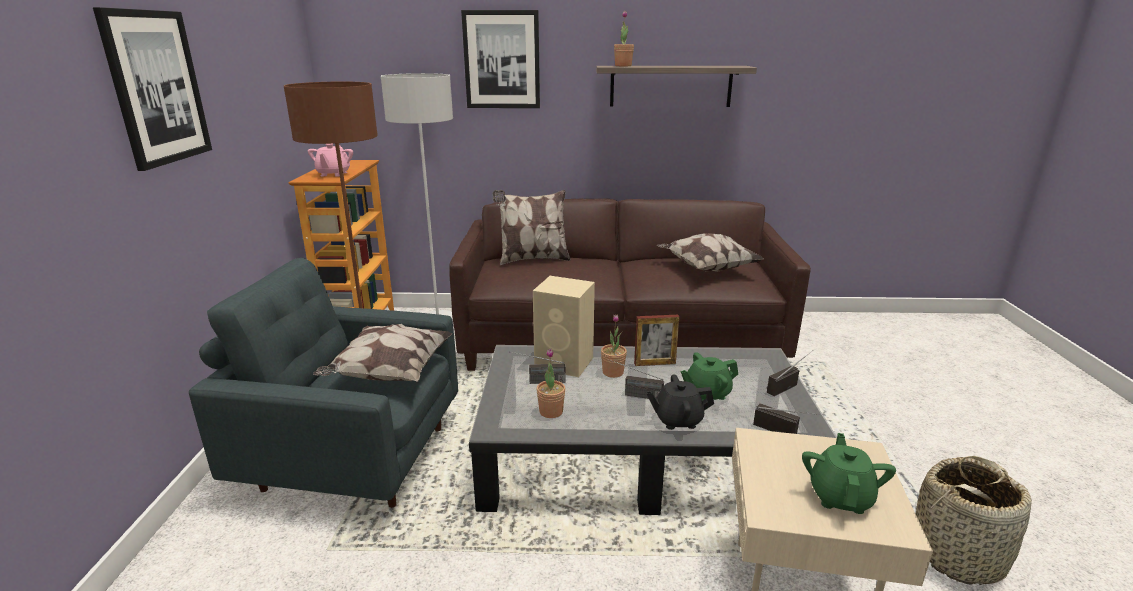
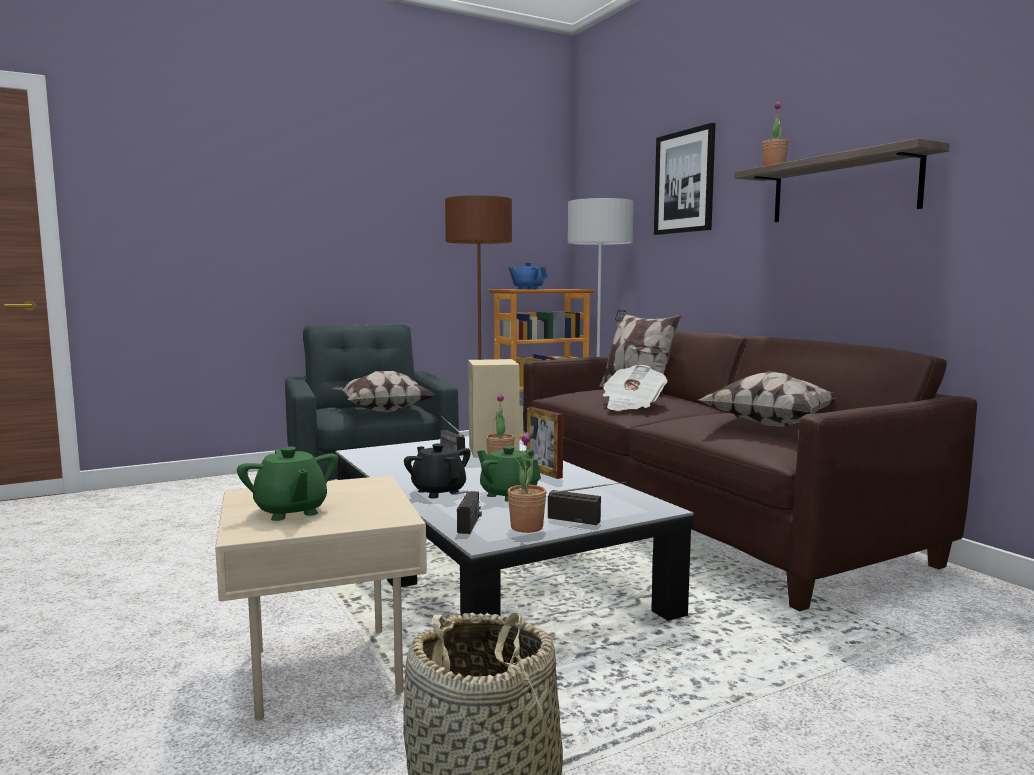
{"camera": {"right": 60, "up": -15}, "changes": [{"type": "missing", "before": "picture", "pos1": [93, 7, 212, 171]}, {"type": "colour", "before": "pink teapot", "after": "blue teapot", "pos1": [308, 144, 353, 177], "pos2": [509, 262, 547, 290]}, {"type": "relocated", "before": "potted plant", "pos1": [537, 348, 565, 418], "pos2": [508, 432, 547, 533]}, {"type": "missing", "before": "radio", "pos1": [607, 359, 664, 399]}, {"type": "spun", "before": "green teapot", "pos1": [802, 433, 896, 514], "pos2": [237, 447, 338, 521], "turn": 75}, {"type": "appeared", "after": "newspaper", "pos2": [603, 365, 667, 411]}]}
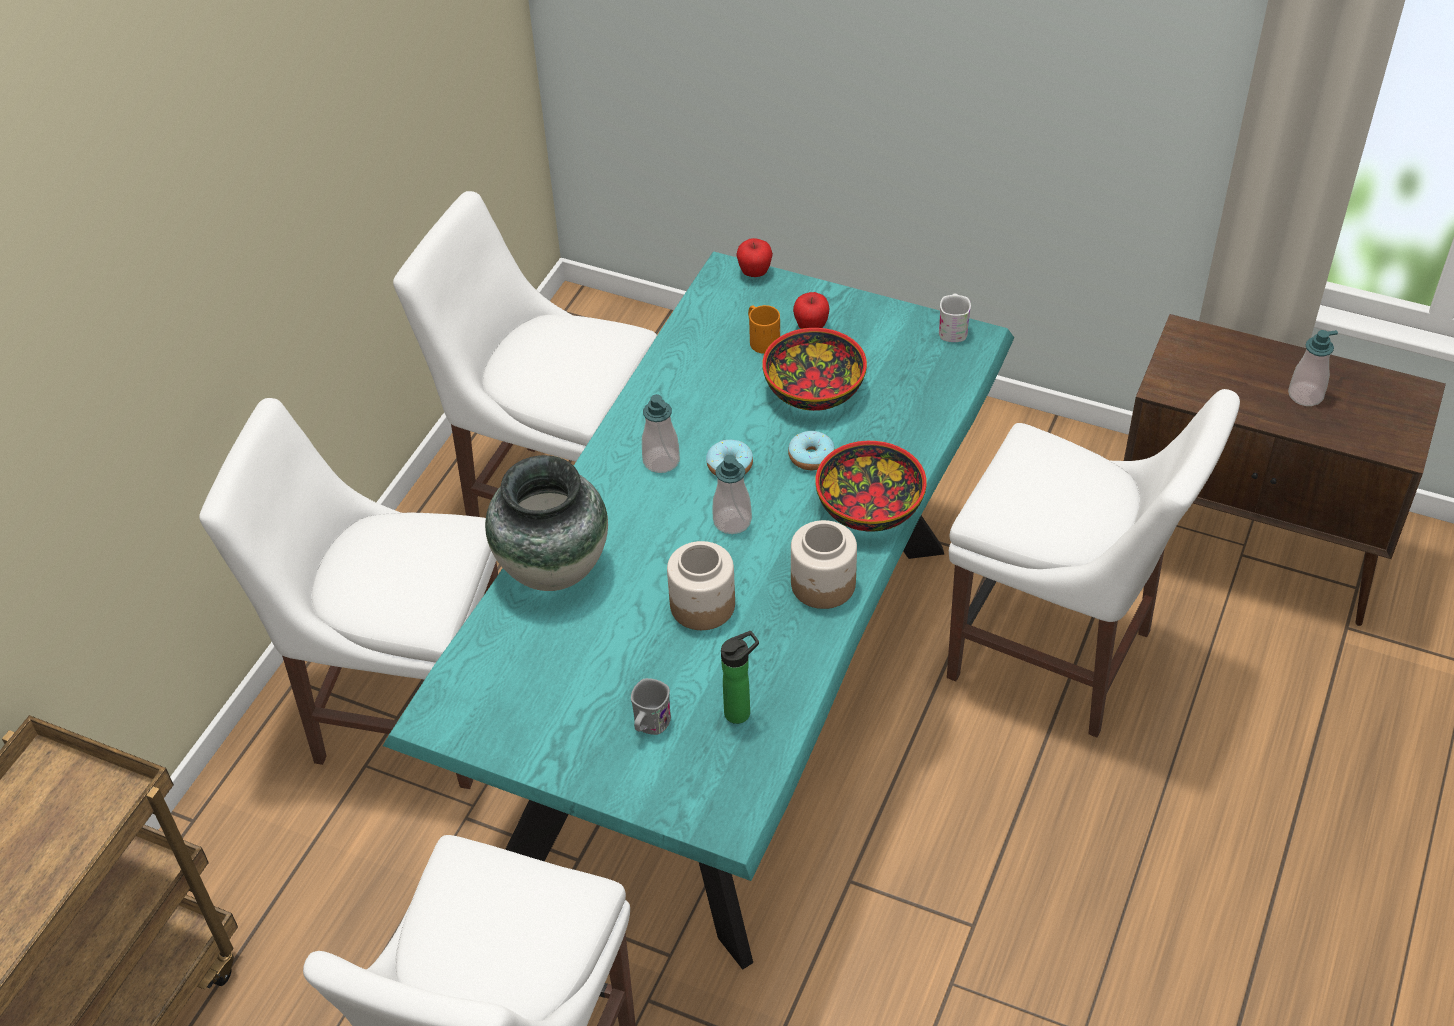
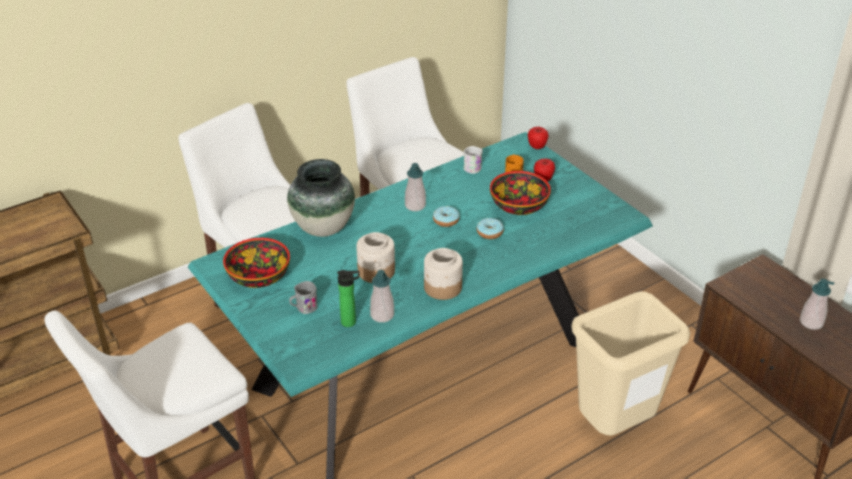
{"camera": {"right": 30, "up": -10}, "changes": [{"type": "relocated", "before": "soap dispenser", "pos1": [712, 455, 752, 534], "pos2": [370, 270, 394, 323]}, {"type": "relocated", "before": "bowl", "pos1": [815, 441, 927, 532], "pos2": [223, 238, 290, 288]}, {"type": "relocated", "before": "white mug", "pos1": [939, 294, 971, 342], "pos2": [464, 146, 483, 174]}, {"type": "exchanged", "before": "white chair", "after": "beige trash can", "pos1": [947, 389, 1240, 737], "pos2": [571, 292, 690, 436]}]}
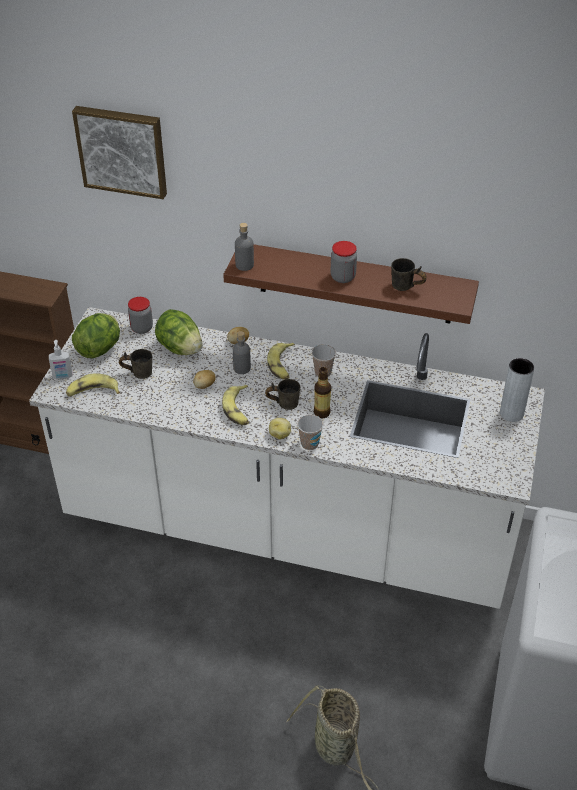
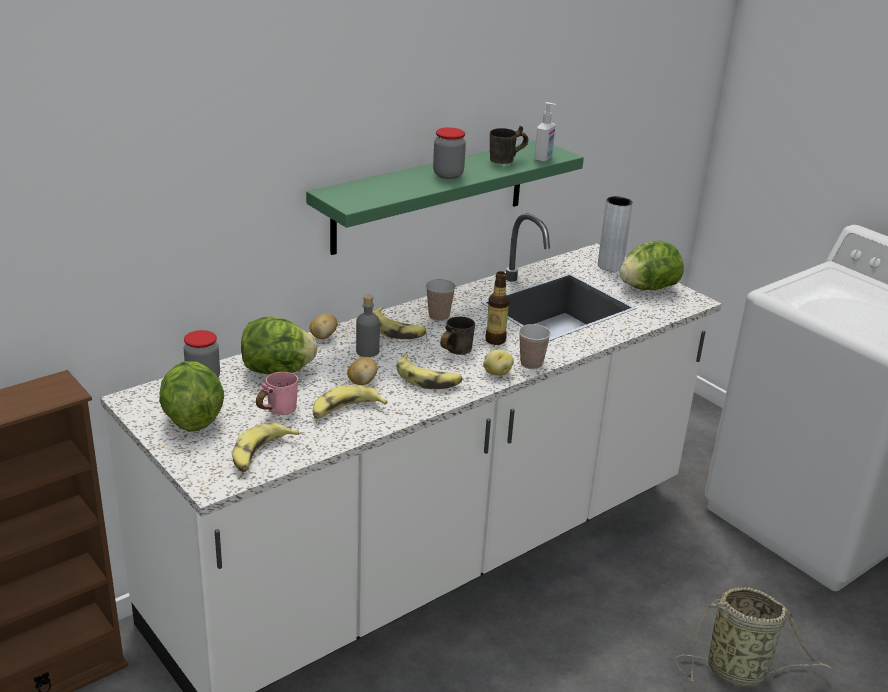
{"camera": {"right": -55, "up": -15}, "changes": [{"type": "relocated", "before": "soap dispenser", "pos1": [49, 340, 73, 379], "pos2": [534, 102, 556, 162]}, {"type": "missing", "before": "picture", "pos1": [72, 106, 167, 199]}, {"type": "colour", "before": "grey mug", "after": "pink mug", "pos1": [119, 349, 152, 379], "pos2": [256, 372, 298, 415]}, {"type": "colour", "before": "brown shelf", "after": "green shelf", "pos1": [223, 244, 479, 324], "pos2": [306, 140, 584, 255]}, {"type": "missing", "before": "grey bottle", "pos1": [235, 223, 254, 271]}, {"type": "appeared", "after": "banana", "pos2": [313, 385, 388, 419]}, {"type": "appeared", "after": "lettuce", "pos2": [620, 241, 684, 290]}]}
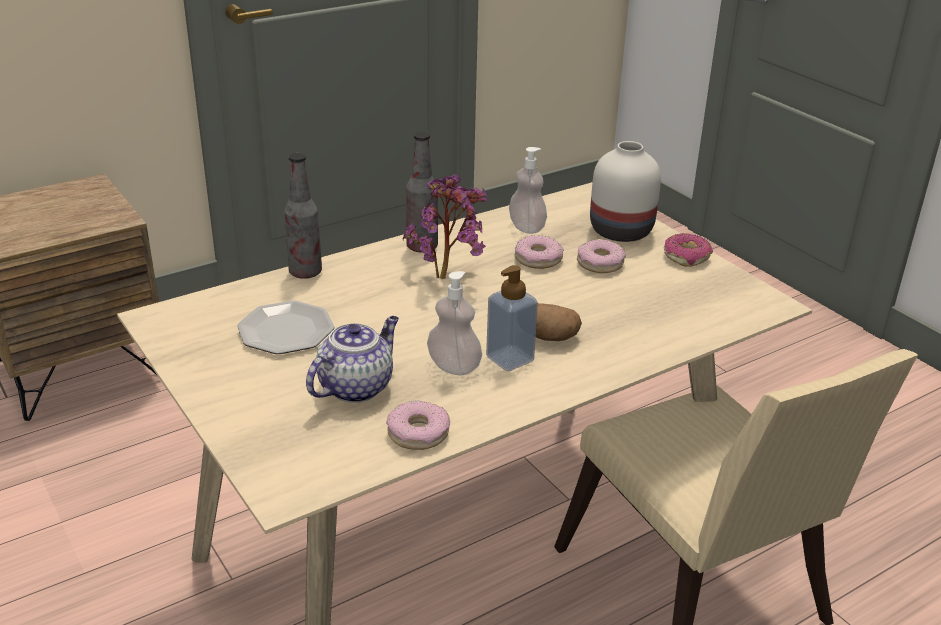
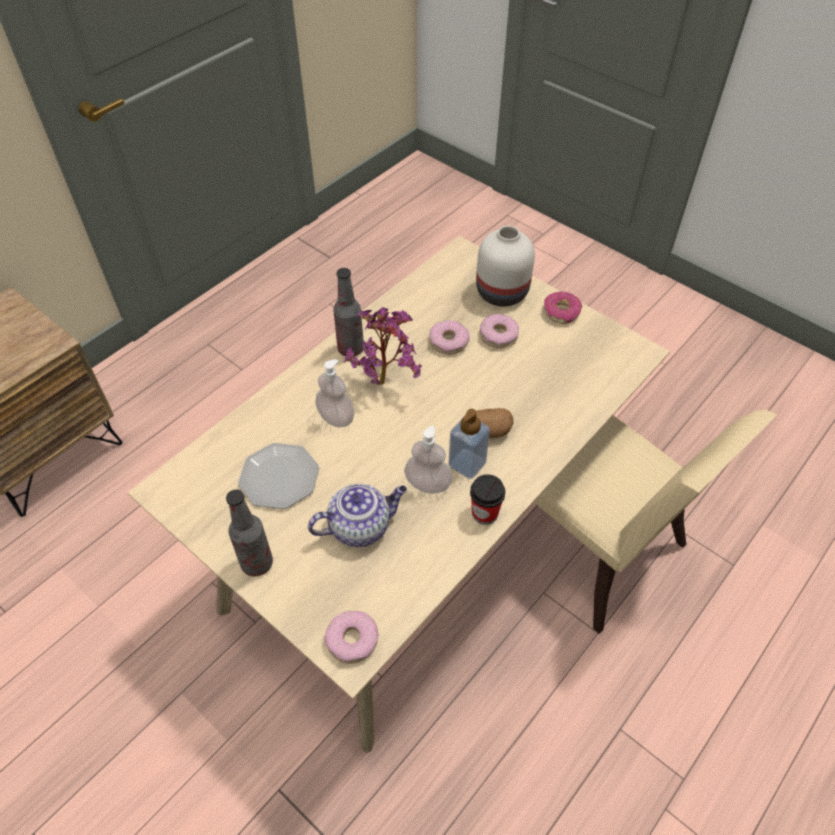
{"camera": {"right": -15, "up": 20}, "changes": [{"type": "relocated", "before": "bottle", "pos1": [284, 153, 322, 279], "pos2": [226, 489, 273, 576]}, {"type": "spun", "before": "teapot", "pos1": [306, 316, 399, 403], "pos2": [308, 484, 407, 547], "turn": 45}, {"type": "relocated", "before": "donut", "pos1": [386, 401, 450, 450], "pos2": [325, 611, 378, 664]}, {"type": "relocated", "before": "soap dispenser", "pos1": [509, 147, 547, 234], "pos2": [316, 359, 354, 427]}, {"type": "appeared", "after": "cup", "pos2": [470, 474, 505, 525]}]}
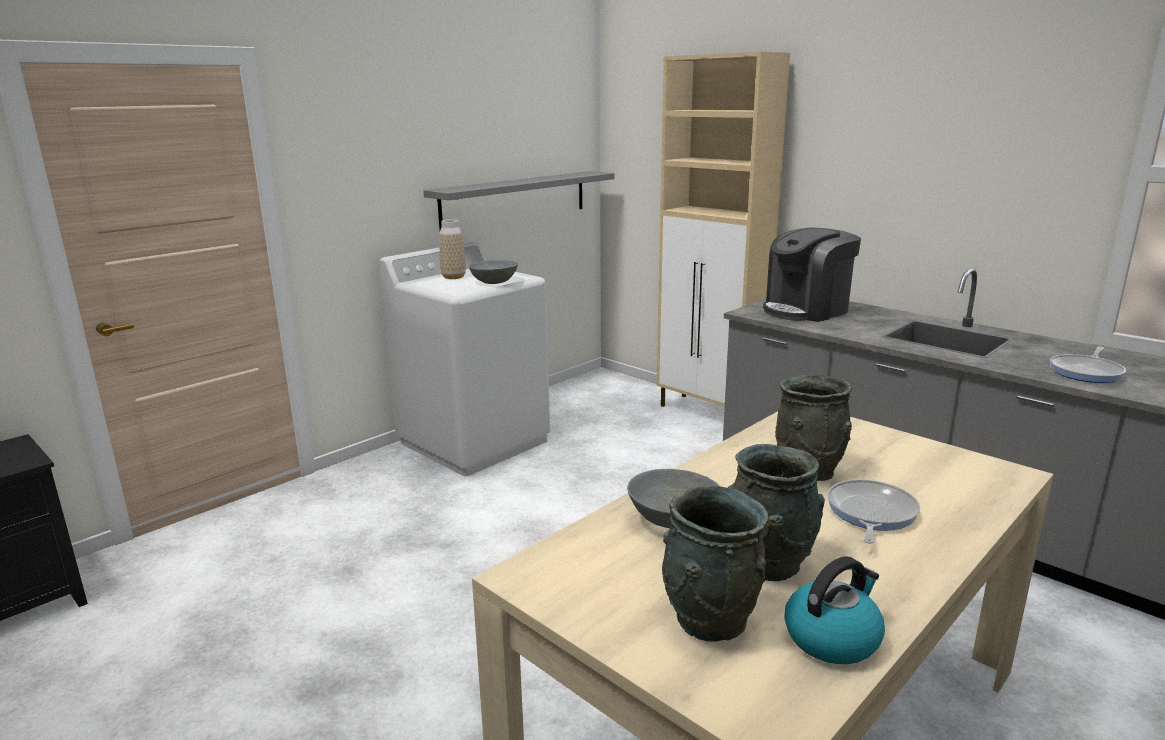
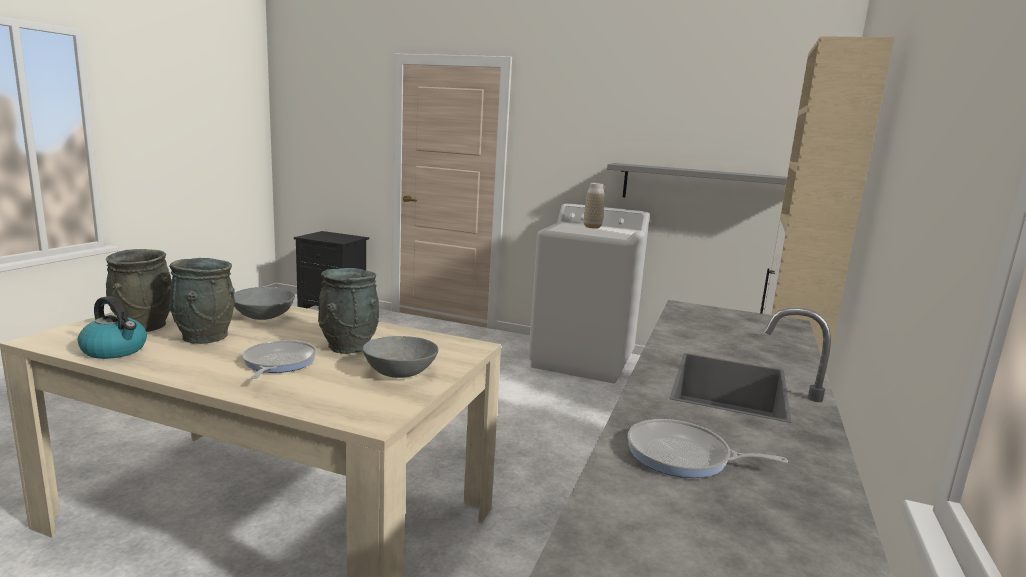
{"camera": {"right": 65, "up": -5}, "changes": [{"type": "relocated", "before": "grey bowl", "pos1": [469, 260, 518, 284], "pos2": [362, 336, 439, 378]}, {"type": "missing", "before": "coffee machine", "pos1": [763, 228, 861, 322]}, {"type": "spun", "before": "frying pan", "pos1": [828, 479, 920, 544], "pos2": [242, 340, 317, 379], "turn": -90}]}
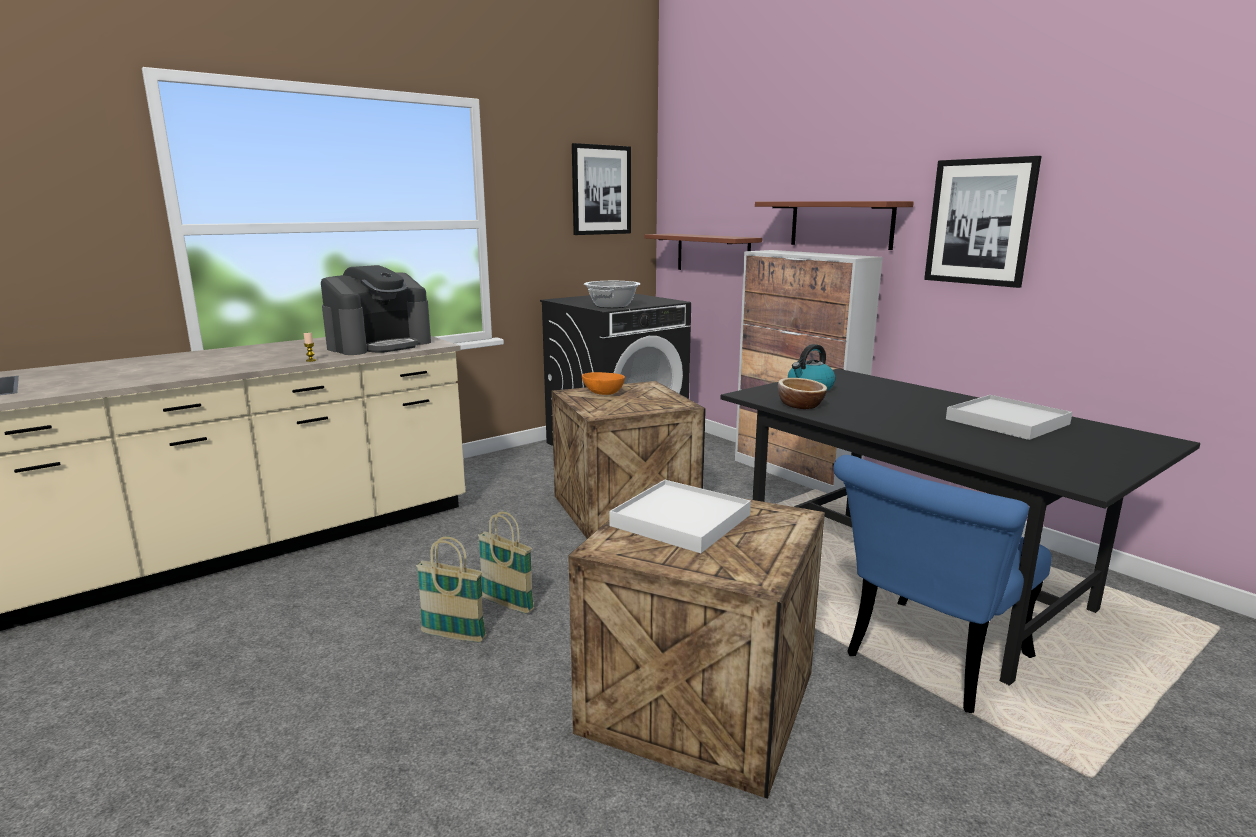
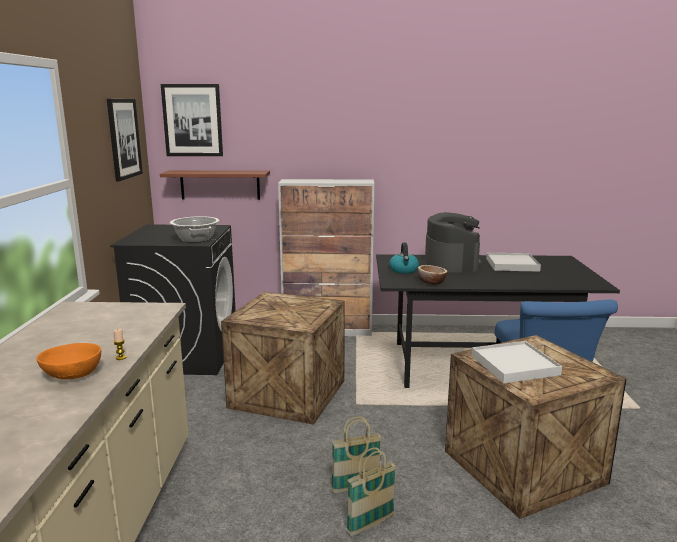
{"camera": {"right": -50, "up": 0}, "changes": [{"type": "relocated", "before": "coffee machine", "pos1": [321, 265, 431, 355], "pos2": [425, 212, 481, 273]}, {"type": "relocated", "before": "orange bowl", "pos1": [582, 372, 625, 395], "pos2": [36, 343, 101, 380]}, {"type": "missing", "before": "shelf", "pos1": [755, 201, 914, 250]}, {"type": "relocated", "before": "picture", "pos1": [924, 156, 1041, 288], "pos2": [161, 84, 223, 156]}]}
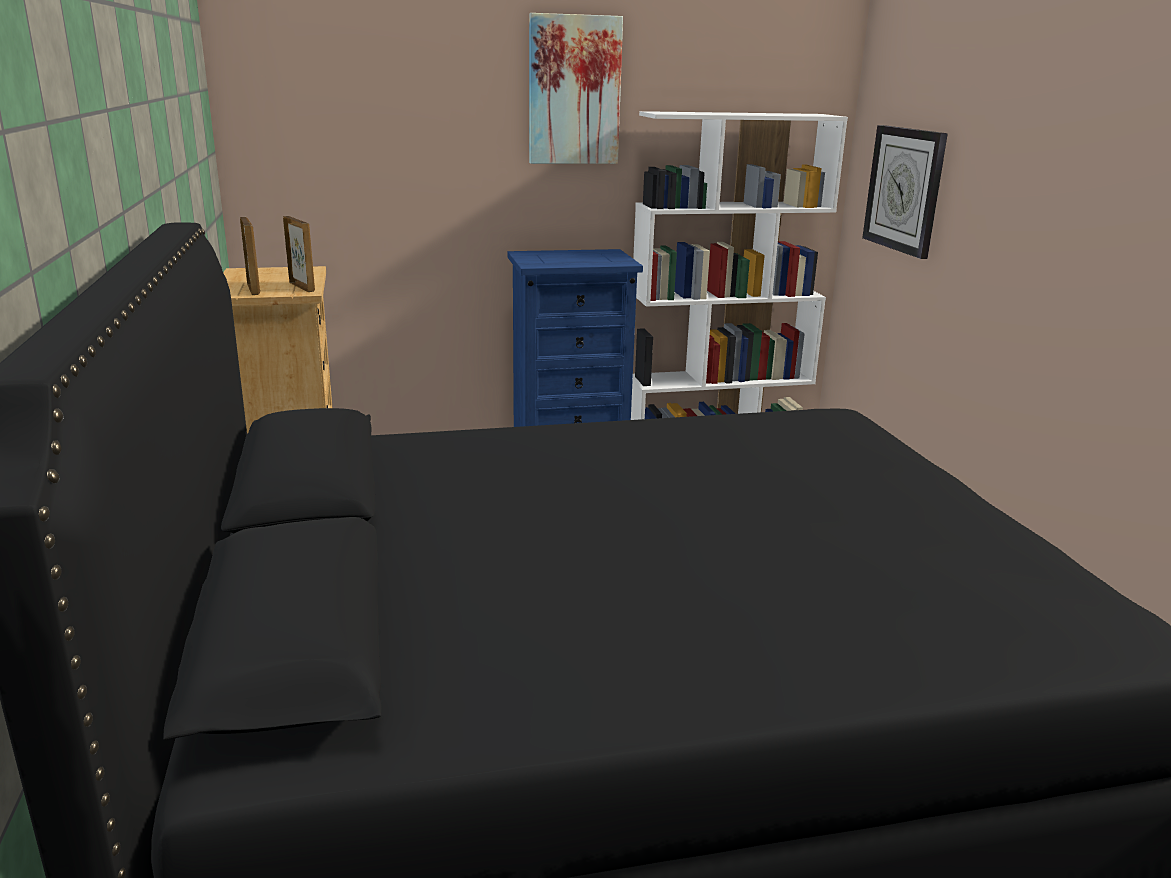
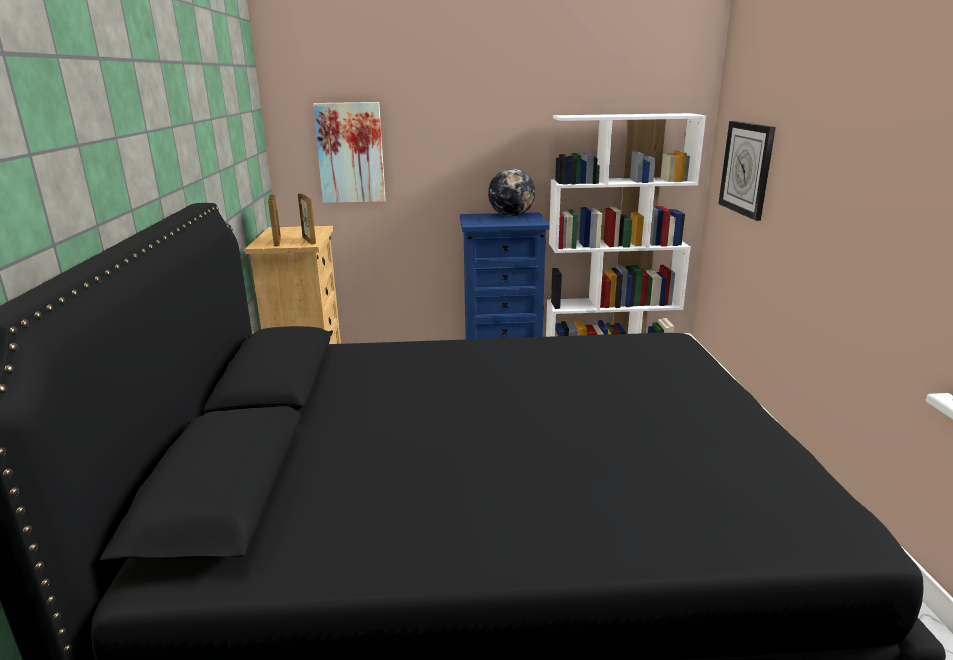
{"camera": {"right": 10, "up": 0}, "changes": [{"type": "relocated", "before": "picture", "pos1": [529, 13, 623, 164], "pos2": [313, 102, 386, 203]}, {"type": "appeared", "after": "globe", "pos2": [488, 169, 535, 217]}]}
